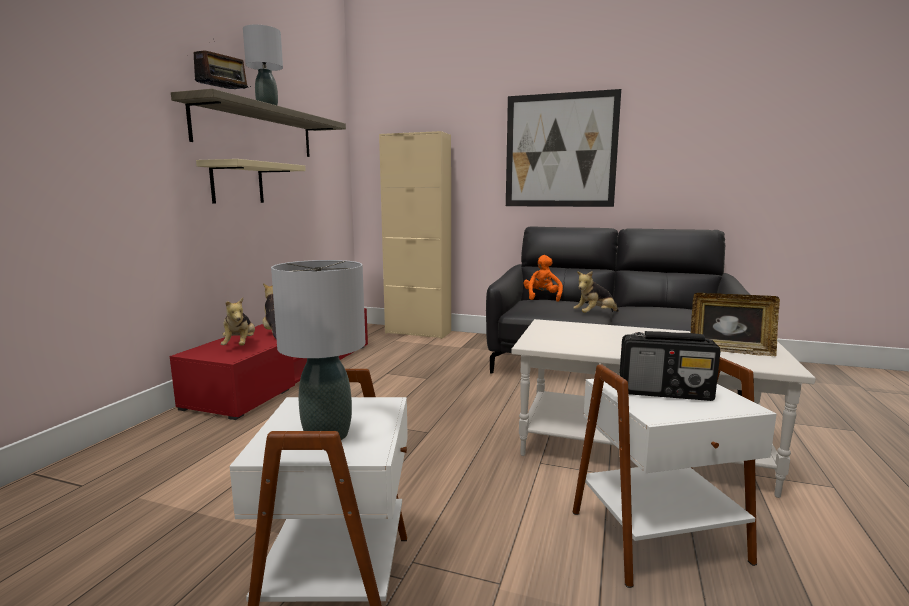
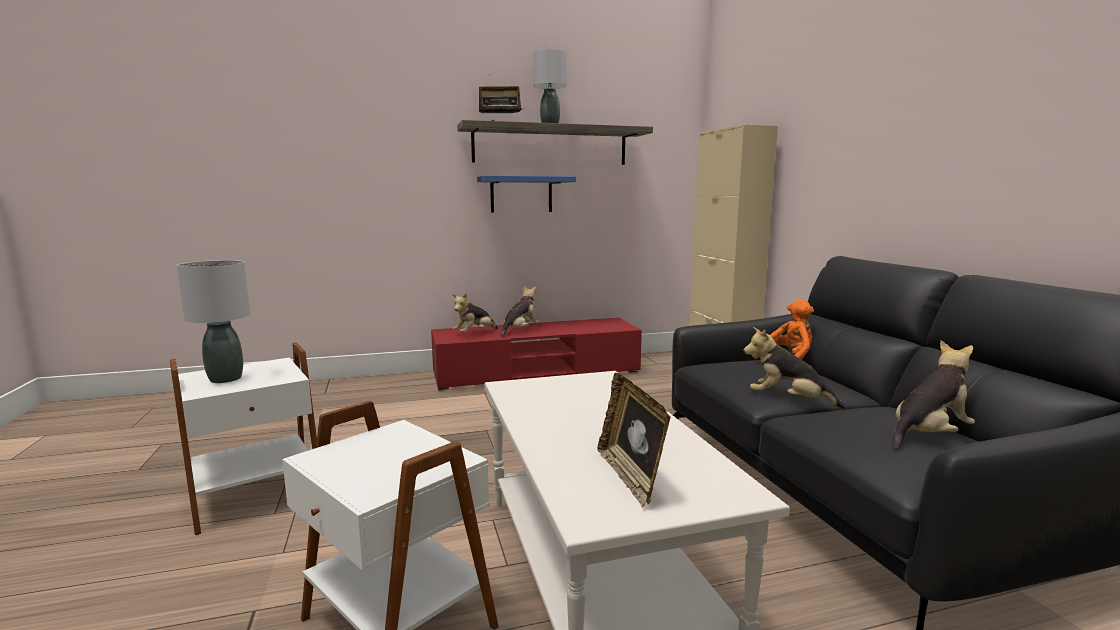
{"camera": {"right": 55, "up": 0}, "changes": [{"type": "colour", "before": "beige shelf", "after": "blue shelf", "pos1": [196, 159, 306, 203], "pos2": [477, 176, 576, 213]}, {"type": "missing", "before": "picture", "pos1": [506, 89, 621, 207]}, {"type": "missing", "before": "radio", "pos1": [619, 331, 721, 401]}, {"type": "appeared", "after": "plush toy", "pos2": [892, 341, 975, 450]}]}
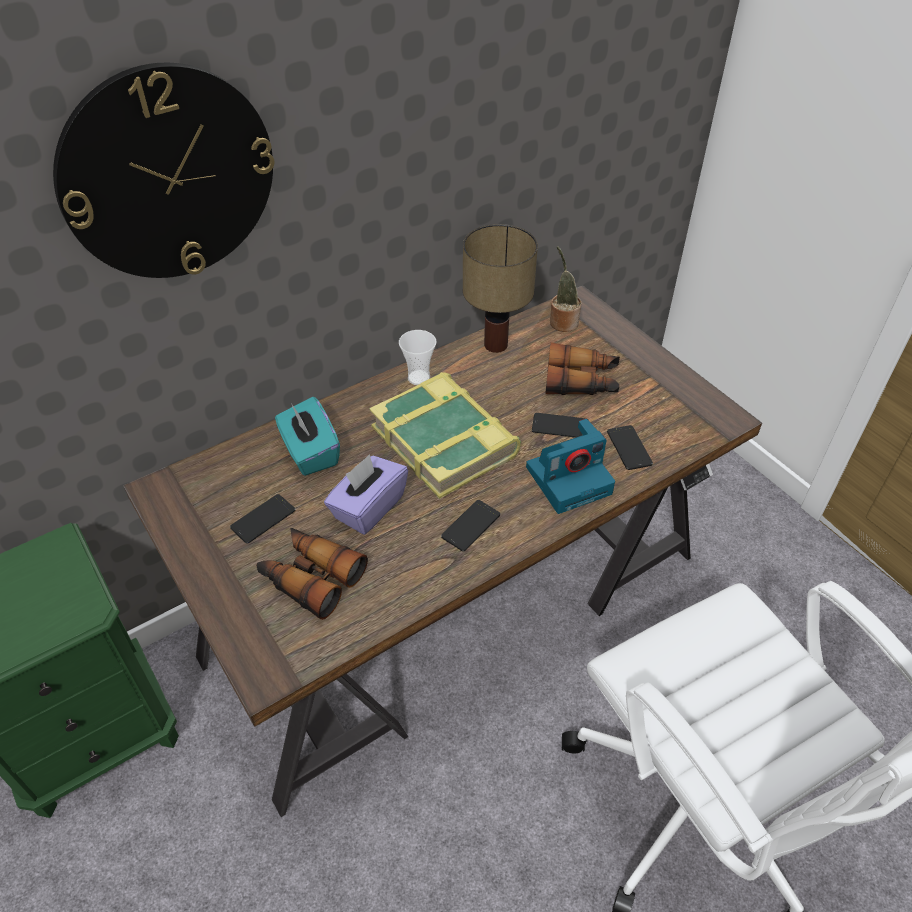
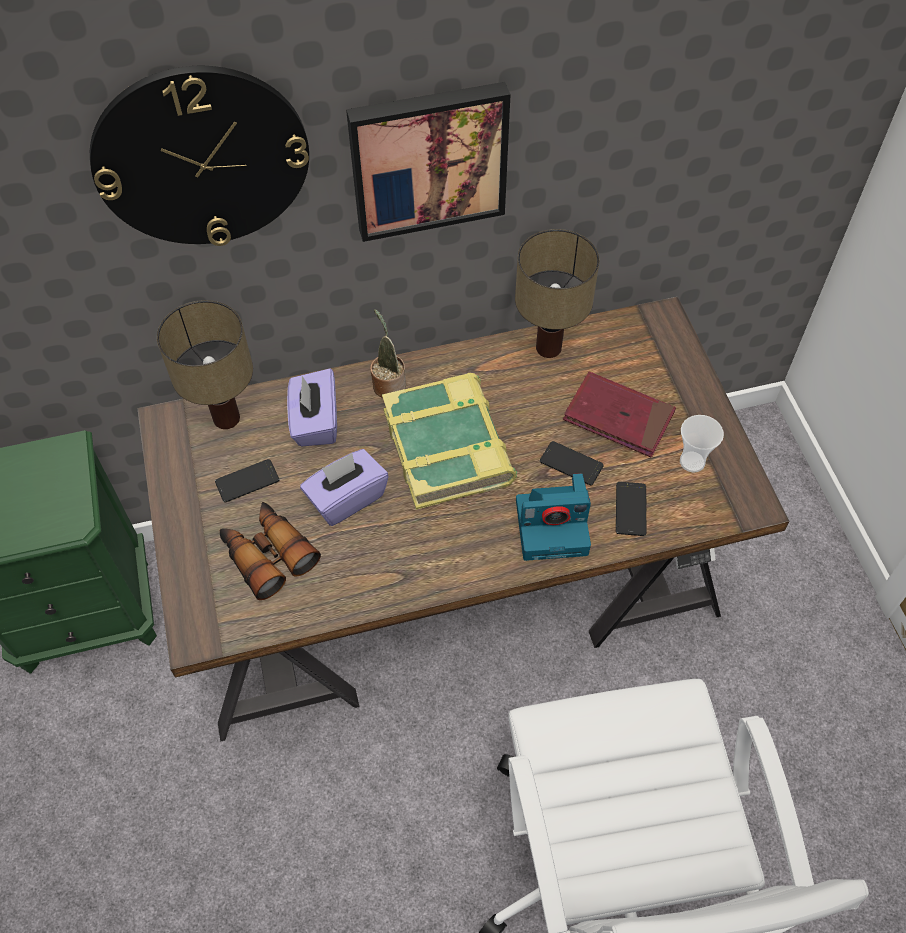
{"camera": {"right": 20, "up": 10}, "changes": [{"type": "colour", "before": "turquoise tissue box", "after": "purple tissue box", "pos1": [275, 397, 340, 476], "pos2": [287, 369, 337, 446]}, {"type": "relocated", "before": "cup", "pos1": [399, 330, 436, 385], "pos2": [680, 415, 724, 473]}, {"type": "missing", "before": "phone", "pos1": [441, 500, 500, 551]}, {"type": "exchanged", "before": "binoculars", "after": "red book", "pos1": [545, 342, 620, 395], "pos2": [563, 372, 676, 457]}, {"type": "relocated", "before": "potted plant", "pos1": [550, 246, 581, 332], "pos2": [370, 309, 406, 398]}, {"type": "appeared", "after": "table lamp", "pos2": [157, 300, 253, 429]}, {"type": "appeared", "after": "picture", "pos2": [346, 82, 511, 242]}]}
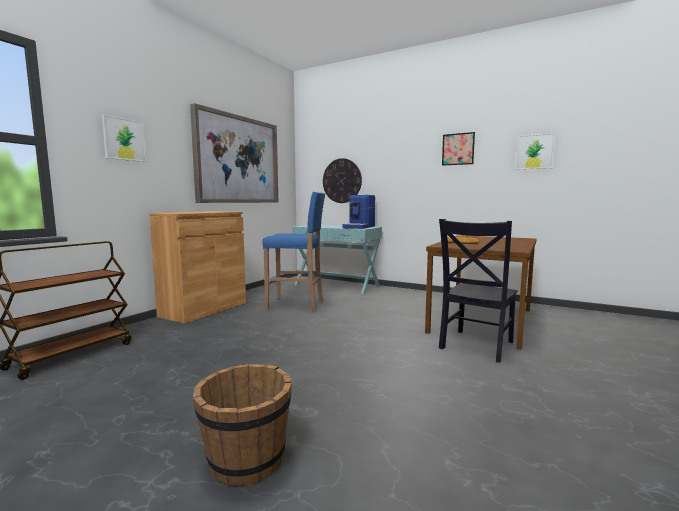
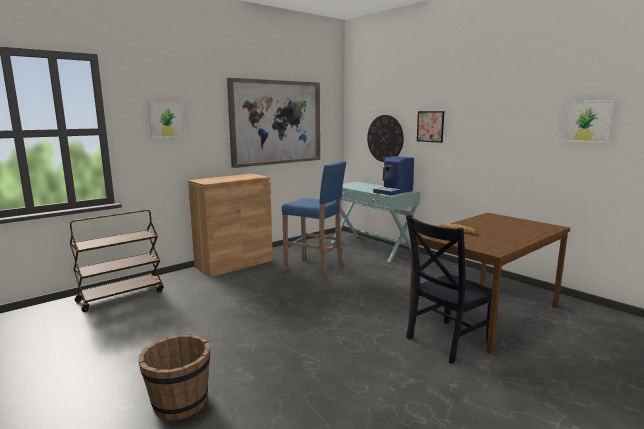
{"camera": {"right": 20, "up": 5}, "changes": [{"type": "relocated", "before": "picture", "pos1": [442, 132, 475, 166], "pos2": [417, 111, 444, 143]}]}
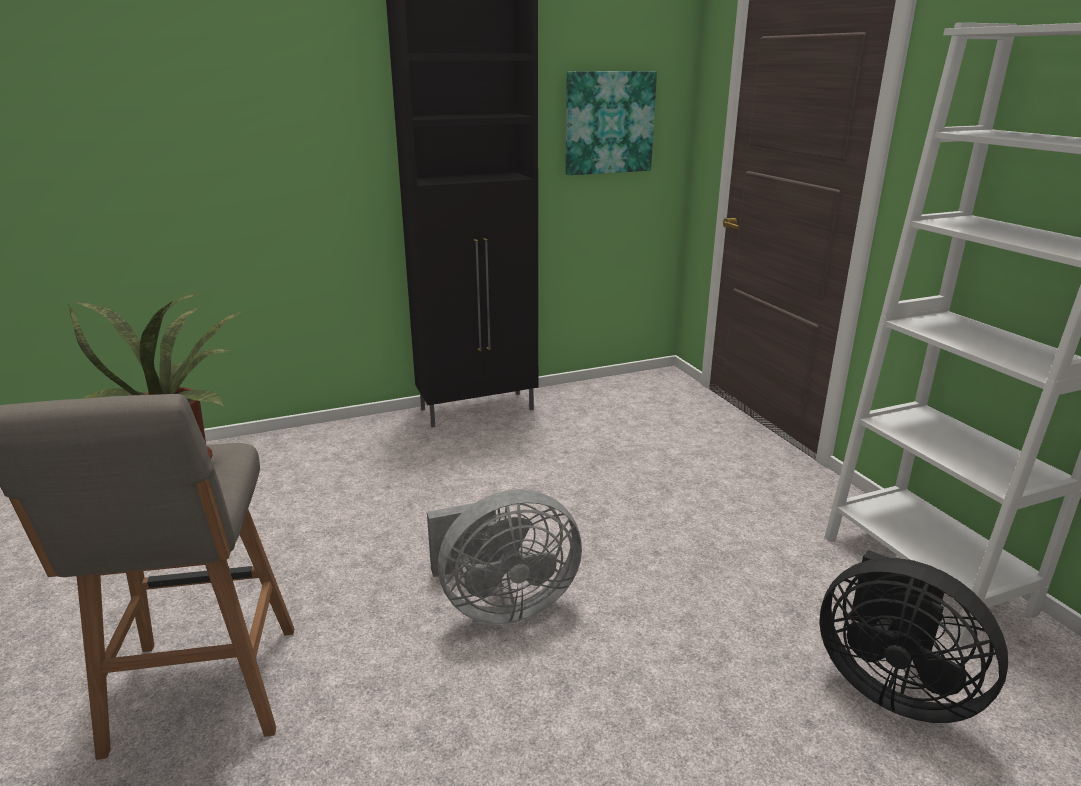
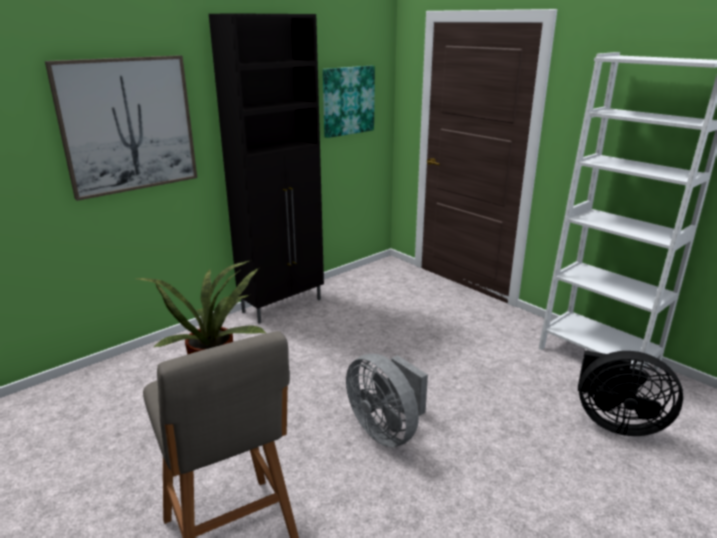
{"camera": {"right": -20, "up": 0}, "changes": [{"type": "spun", "before": "grey fan", "pos1": [427, 489, 582, 624], "pos2": [346, 354, 428, 447], "turn": 90}, {"type": "appeared", "after": "picture", "pos2": [45, 55, 197, 201]}]}
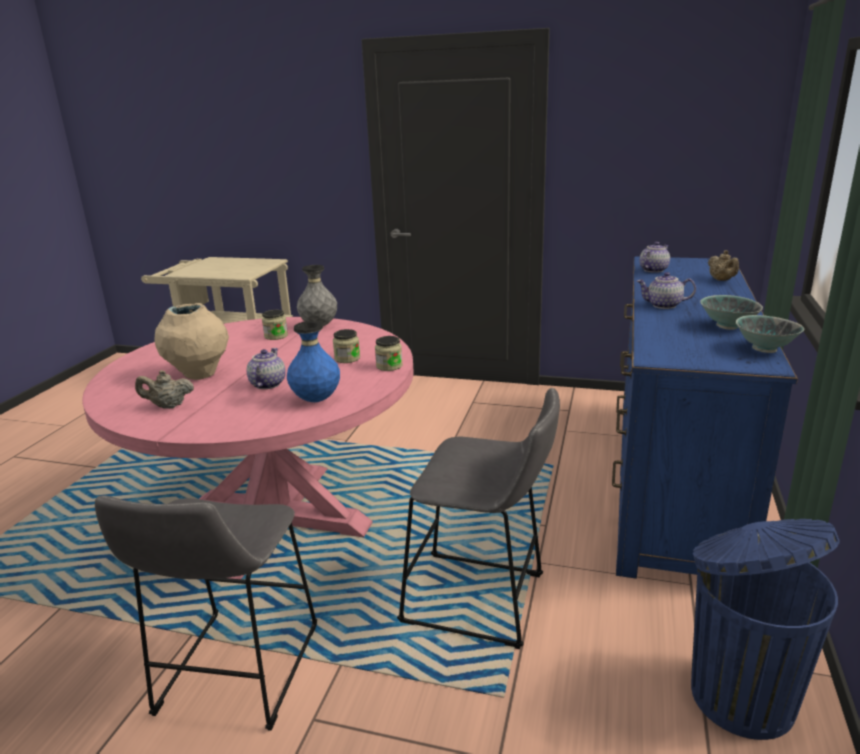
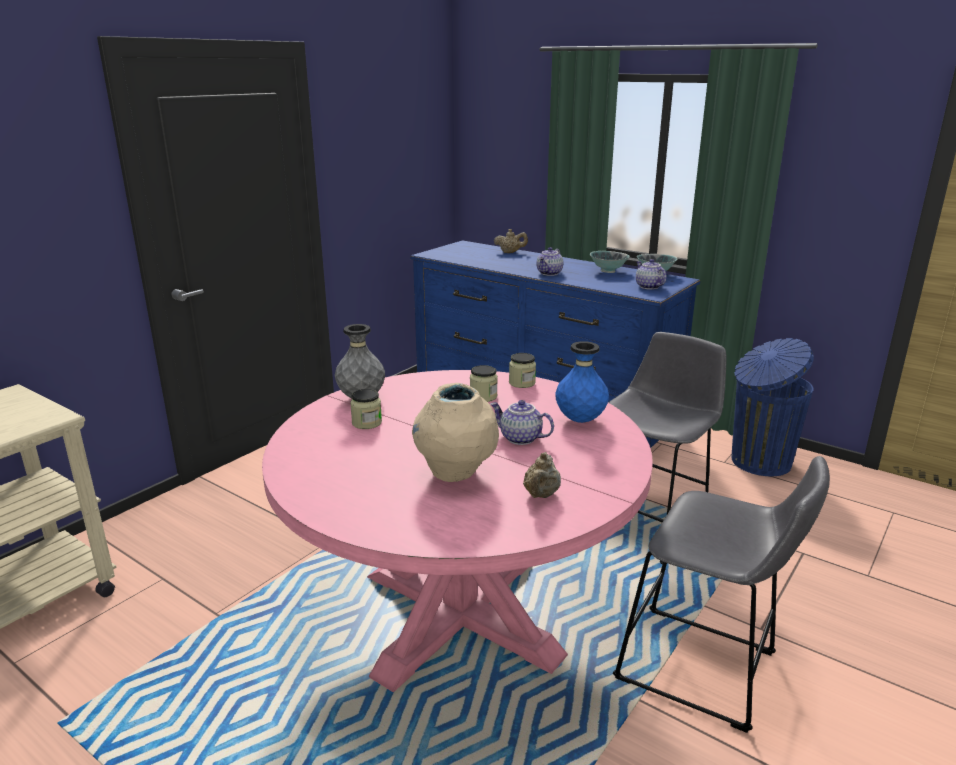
{"camera": {"right": -70, "up": 0}, "changes": [{"type": "relocated", "before": "teapot", "pos1": [640, 242, 670, 273], "pos2": [636, 259, 666, 290]}]}
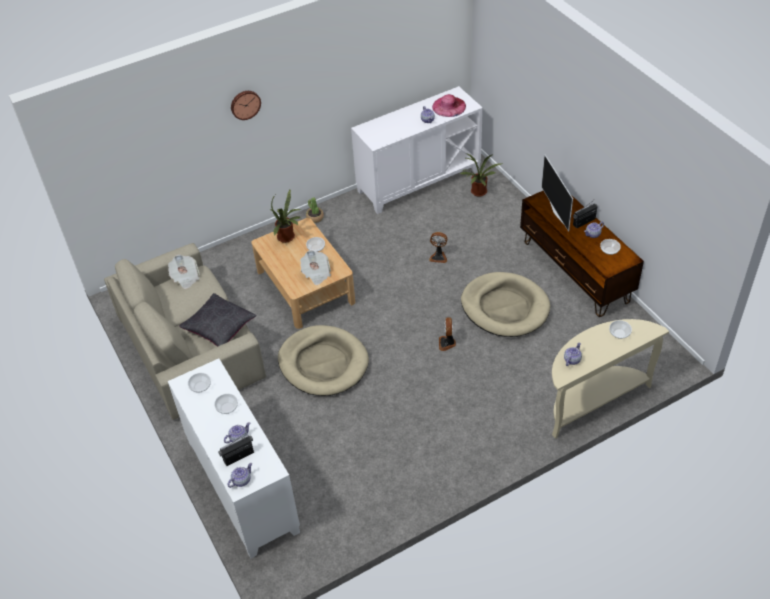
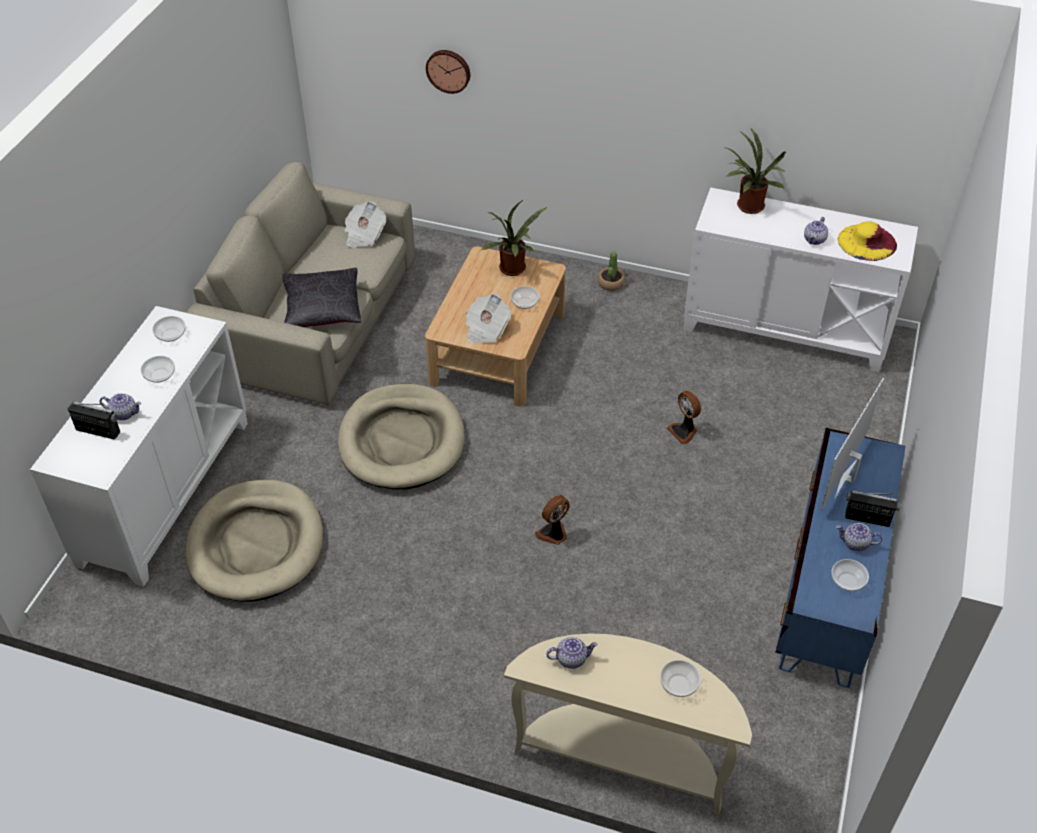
{"camera": {"right": 45, "up": 0}, "changes": [{"type": "missing", "before": "teapot", "pos1": [228, 463, 252, 488]}, {"type": "relocated", "before": "wall clock", "pos1": [231, 91, 261, 120], "pos2": [426, 50, 470, 94]}, {"type": "colour", "before": "pink hat", "after": "yellow hat", "pos1": [432, 94, 466, 117], "pos2": [838, 221, 897, 261]}, {"type": "relocated", "before": "potted plant", "pos1": [460, 153, 501, 197], "pos2": [723, 129, 786, 214]}, {"type": "relocated", "before": "beige dog bed", "pos1": [461, 272, 551, 337], "pos2": [186, 480, 323, 602]}, {"type": "colour", "before": "brown tv stand", "after": "blue tv stand", "pos1": [520, 191, 644, 317], "pos2": [776, 428, 906, 688]}]}
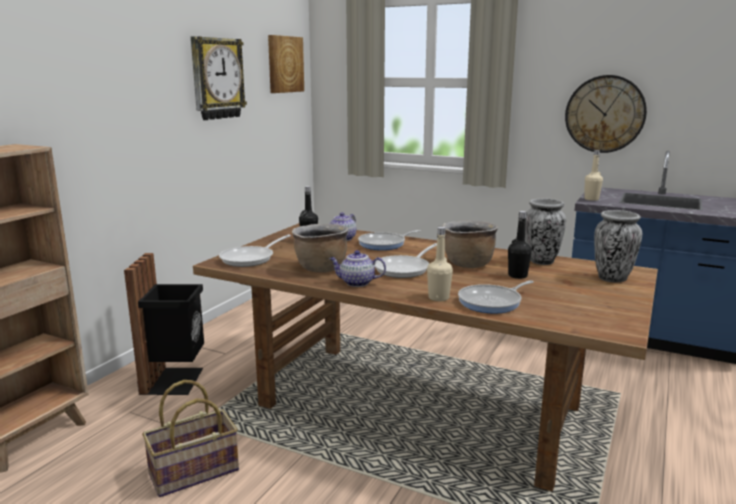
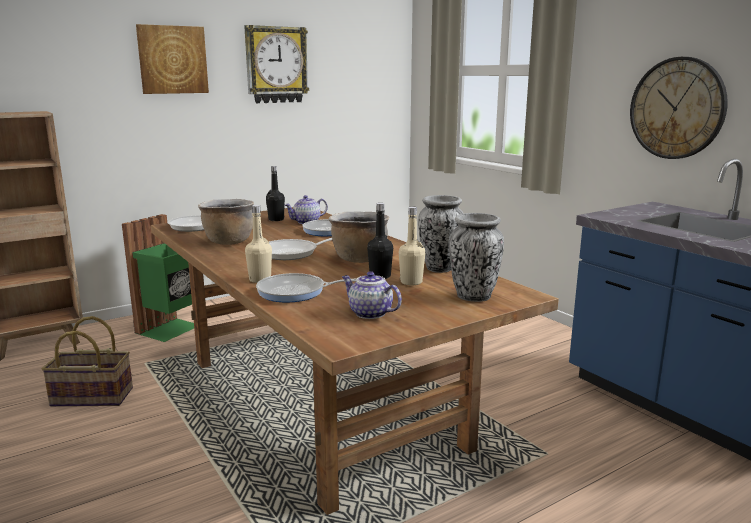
{"camera": {"right": 30, "up": 0}, "changes": [{"type": "colour", "before": "black trash can", "after": "green trash can", "pos1": [124, 253, 204, 395], "pos2": [122, 214, 194, 342]}, {"type": "relocated", "before": "picture", "pos1": [268, 35, 304, 93], "pos2": [136, 24, 209, 94]}, {"type": "relocated", "before": "teapot", "pos1": [329, 250, 386, 287], "pos2": [342, 271, 402, 319]}, {"type": "relocated", "before": "beige bottle", "pos1": [584, 150, 603, 201], "pos2": [399, 207, 425, 285]}]}
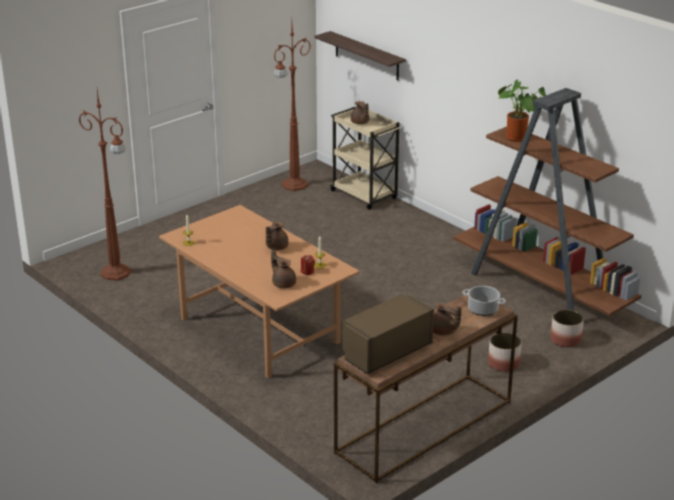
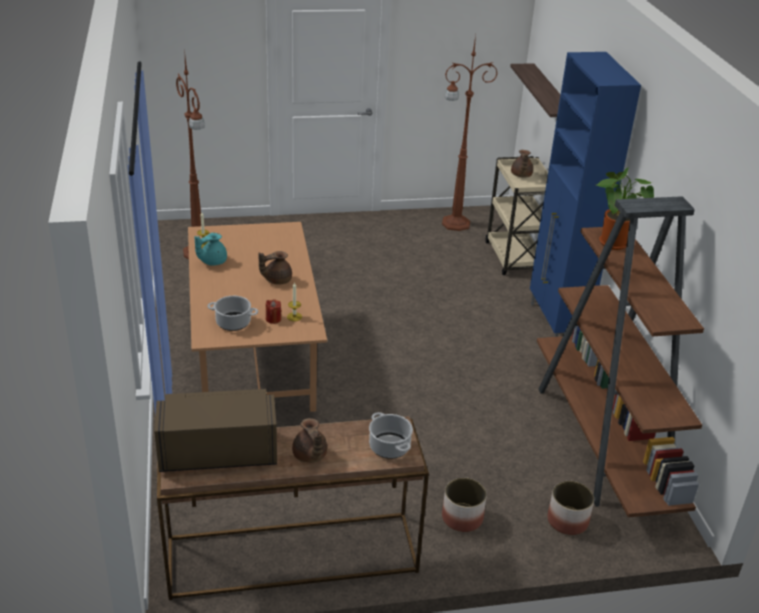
{"camera": {"right": 30, "up": 5}, "changes": [{"type": "exchanged", "before": "brown teapot", "after": "cooking pot", "pos1": [271, 249, 296, 288], "pos2": [207, 296, 258, 331]}, {"type": "appeared", "after": "turquoise teapot", "pos2": [195, 233, 227, 266]}, {"type": "appeared", "after": "blue cabinet", "pos2": [530, 52, 641, 337]}]}
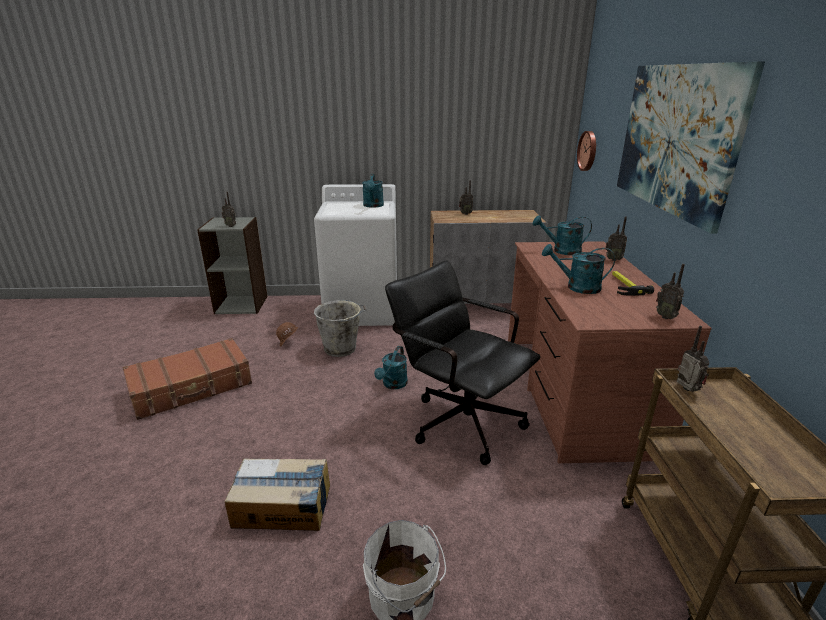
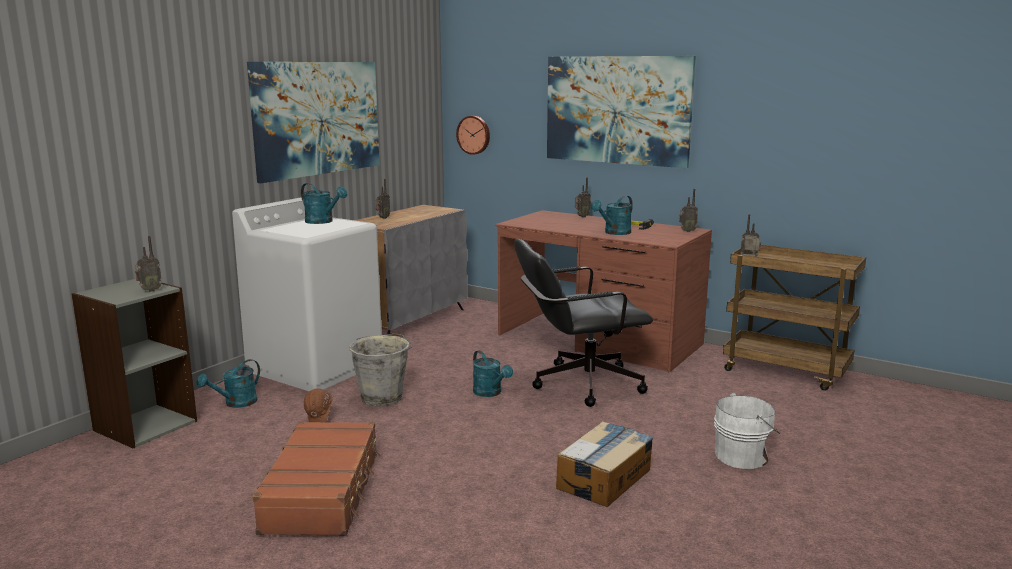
{"camera": {"right": -55, "up": -10}, "changes": [{"type": "relocated", "before": "turquoise watering can", "pos1": [532, 215, 592, 255], "pos2": [197, 359, 260, 408]}, {"type": "appeared", "after": "picture", "pos2": [247, 62, 379, 183]}]}
